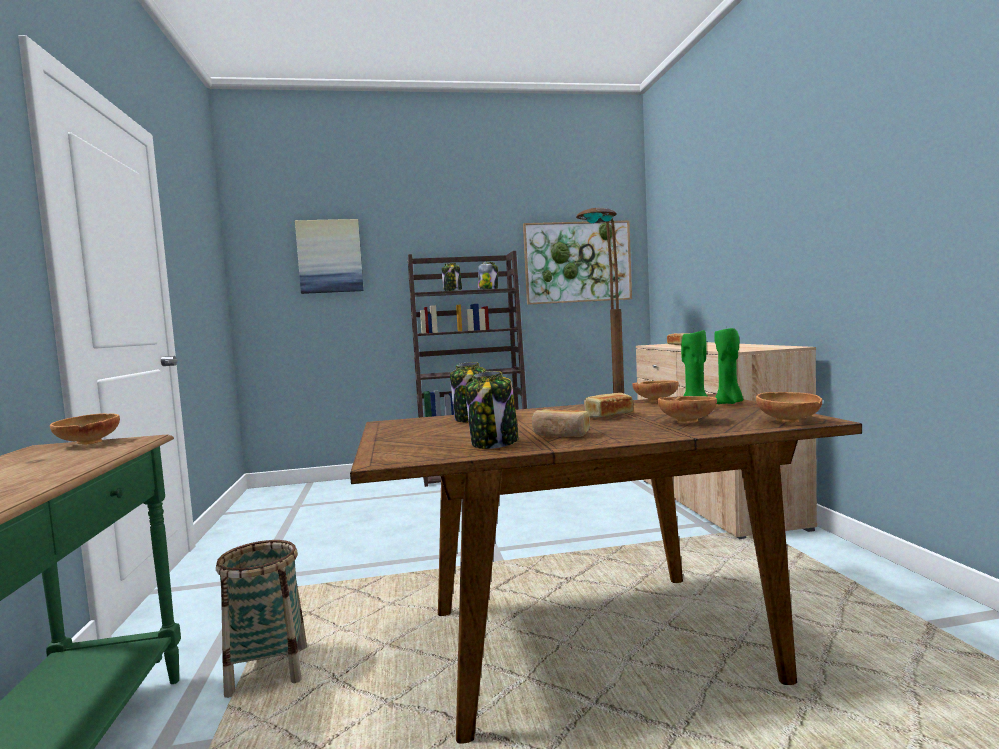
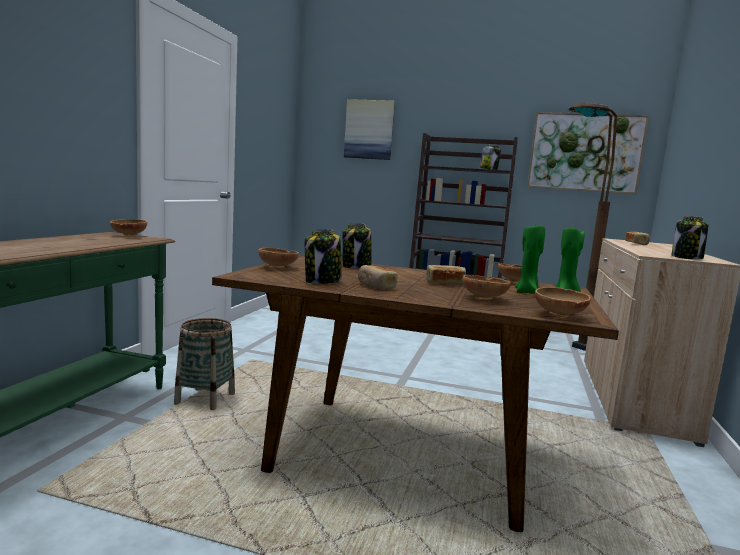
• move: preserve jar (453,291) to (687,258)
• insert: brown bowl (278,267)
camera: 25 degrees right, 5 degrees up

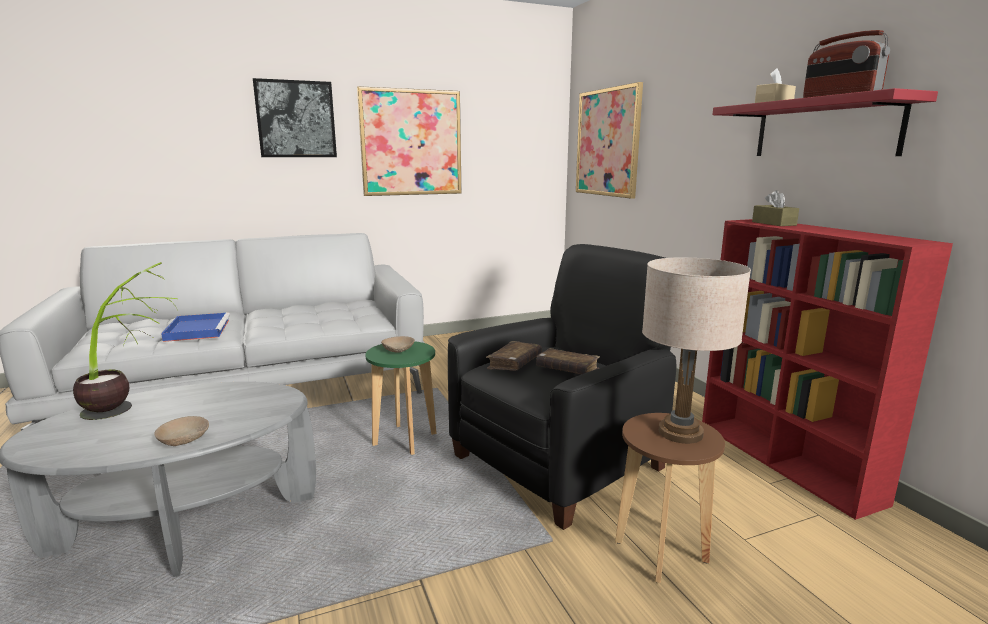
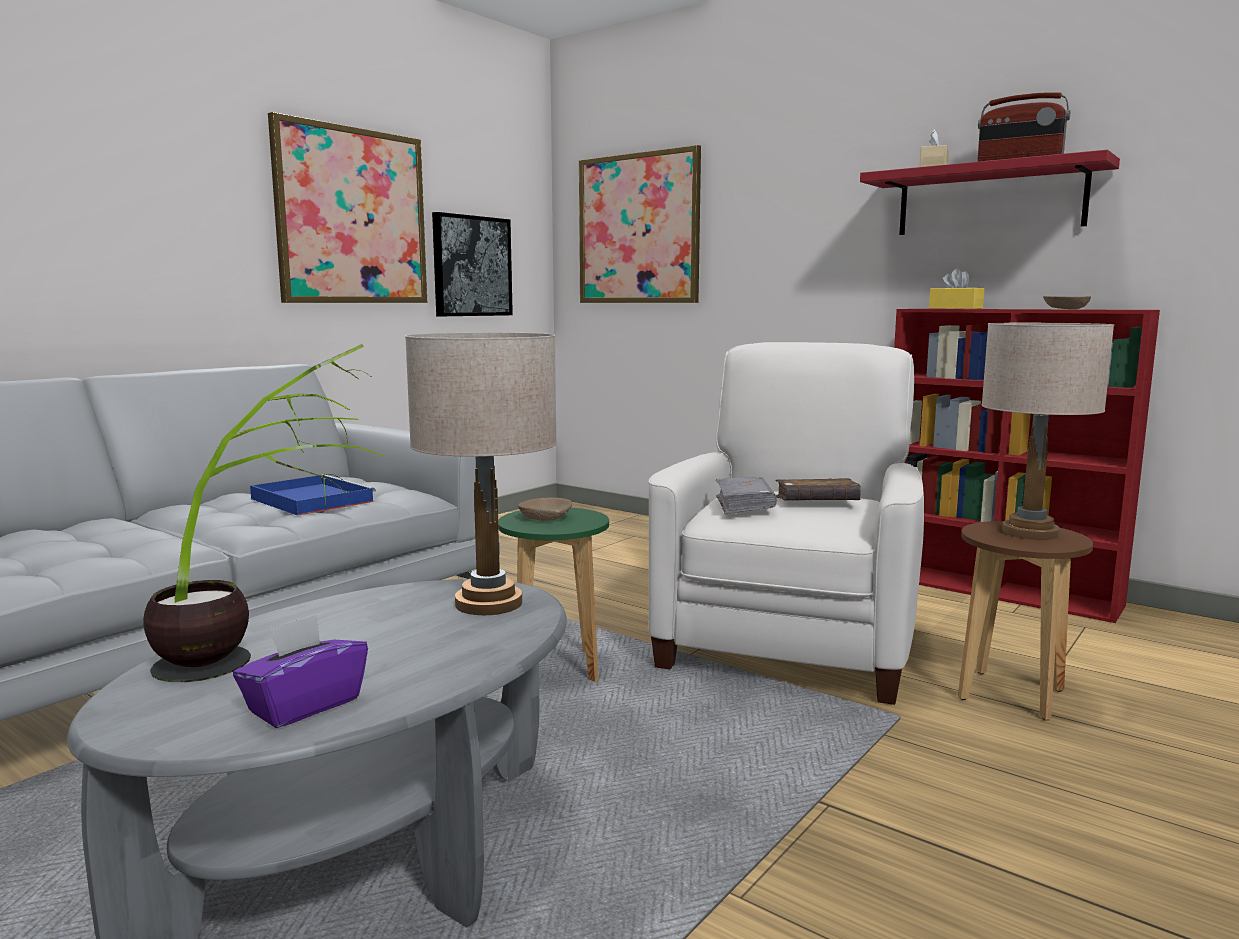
• move: beige-coloured bowl (184,439) to (1066,309)
• move: bluish tray (197,329) to (310,500)
• move: wall picture (296,119) to (471,266)
• recolor: black-coloured lounge chair (560,461) to white-coloured lounge chair (789,643)
• recolor: brown volume (514,363) to greyish volume (744,505)
• recolor: brown tissue holder (773,223) to yellow-coloured tissue holder (955,308)
• insert: purple tissue holder (304,706)
• insert: beige-coloured tabletop lamp (488,603)
camera: 30 degrees left, 5 degrees down

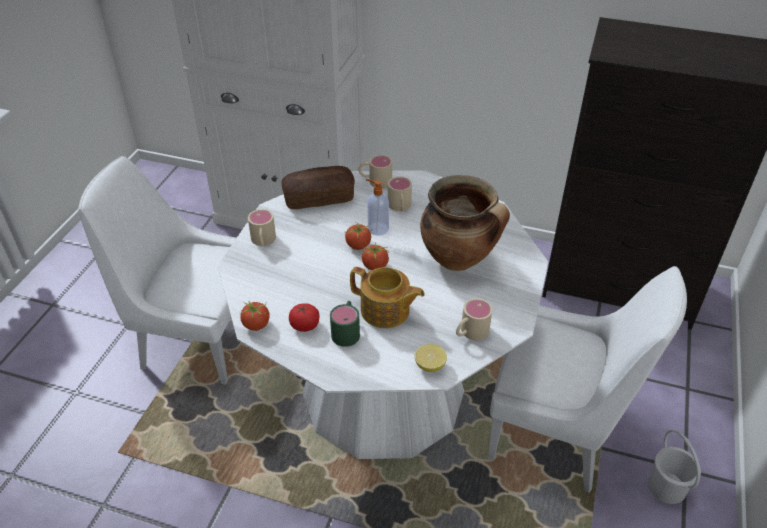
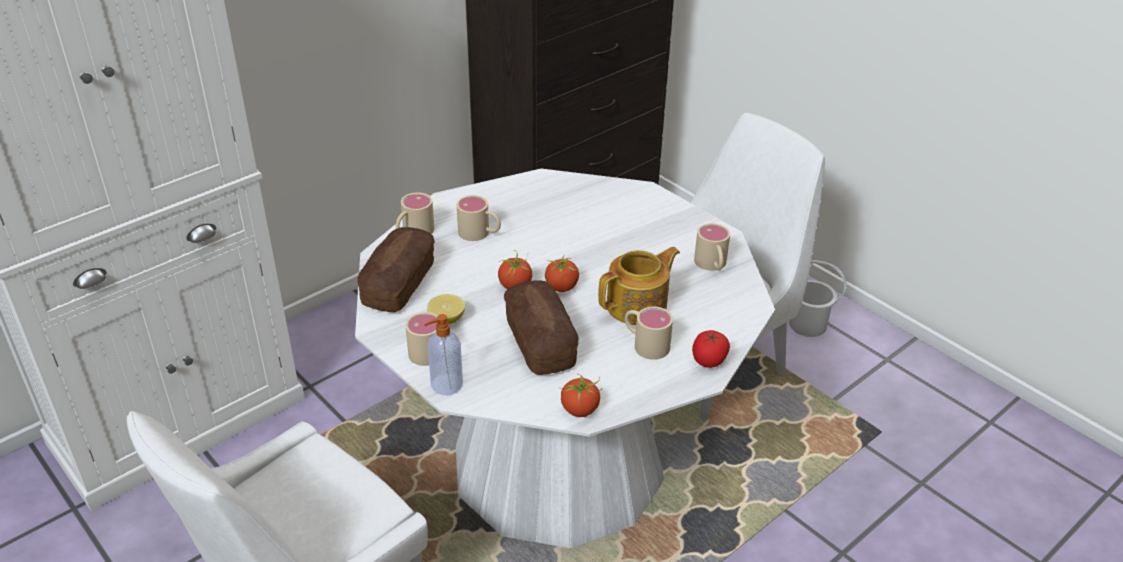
• move: tomato (305,326) to (709,360)
• recolor: green-coloured coffee mug (346,330) to beige-coloured coffee mug (645,343)
• move: liquid soap bottle (377,228) to (445,385)
• move: whole lemon (430,365) to (447,319)
• delete: cooking pot (459,259)
• insert: baked bread (540,342)
camera: 60 degrees left, 5 degrees down

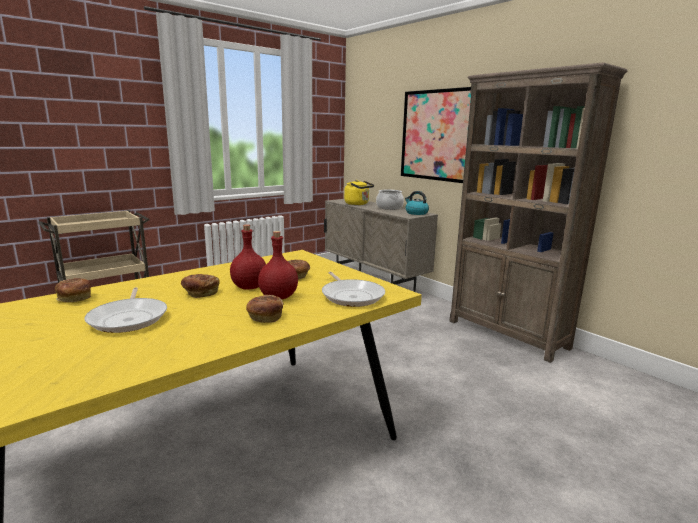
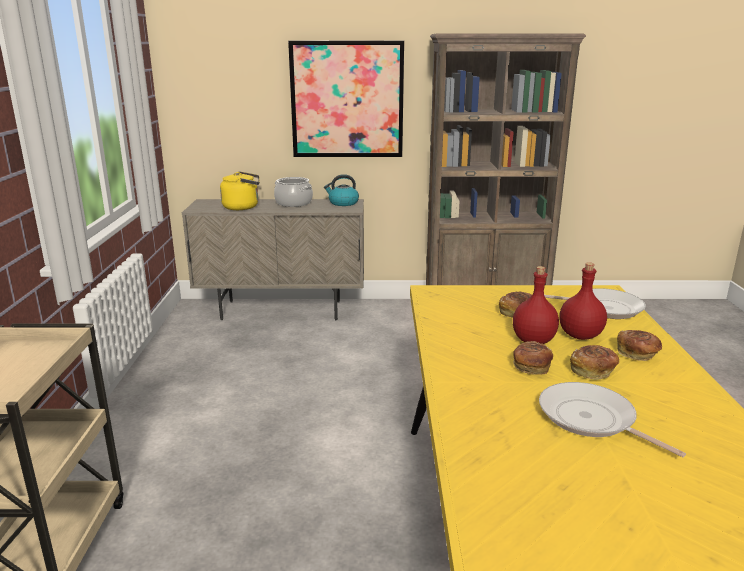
• move: baked bread (75,298) to (592,371)
• rotate: pan (129,318) = (591,419) 150 degrees counterclockwise
camera: 50 degrees left, 5 degrees up

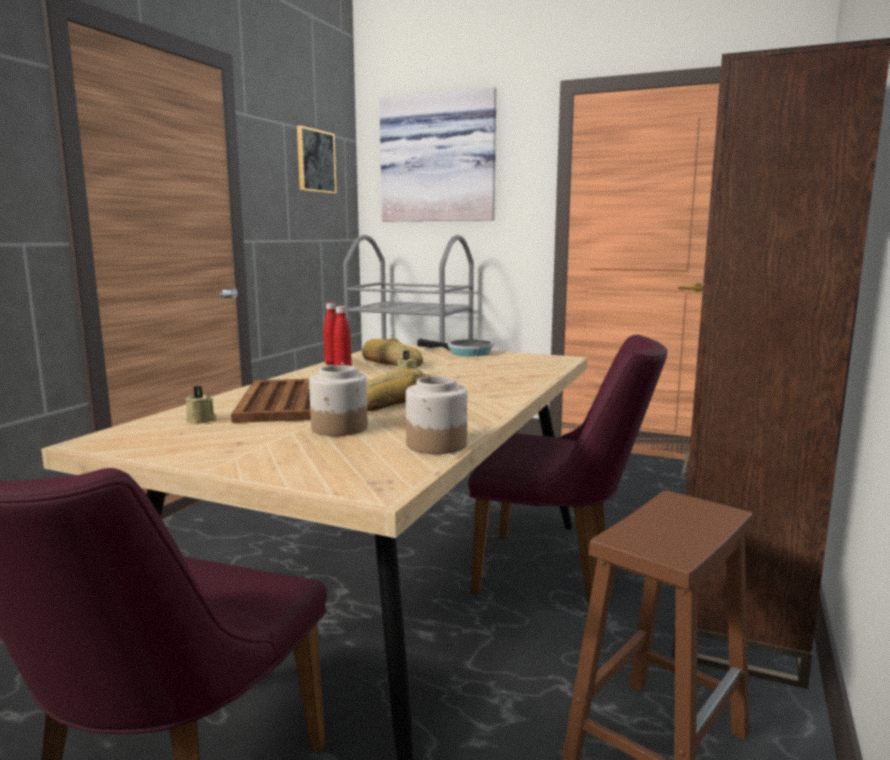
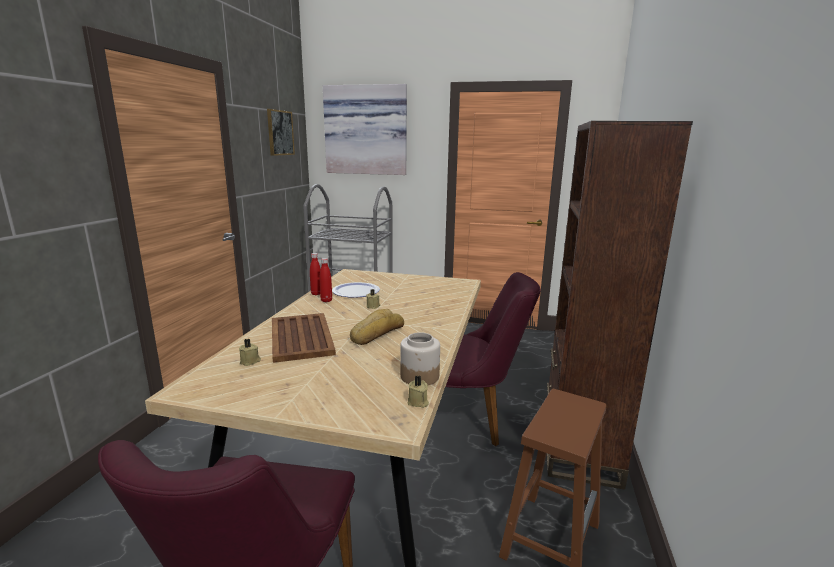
• delete: preserve jar (339,428)
• replace: baked bread (391,363) to flat dish (356,291)
• delete: pan (465,352)
• insert: beige-coloured wax light (418,402)
camera: 10 degrees left, 5 degrees up

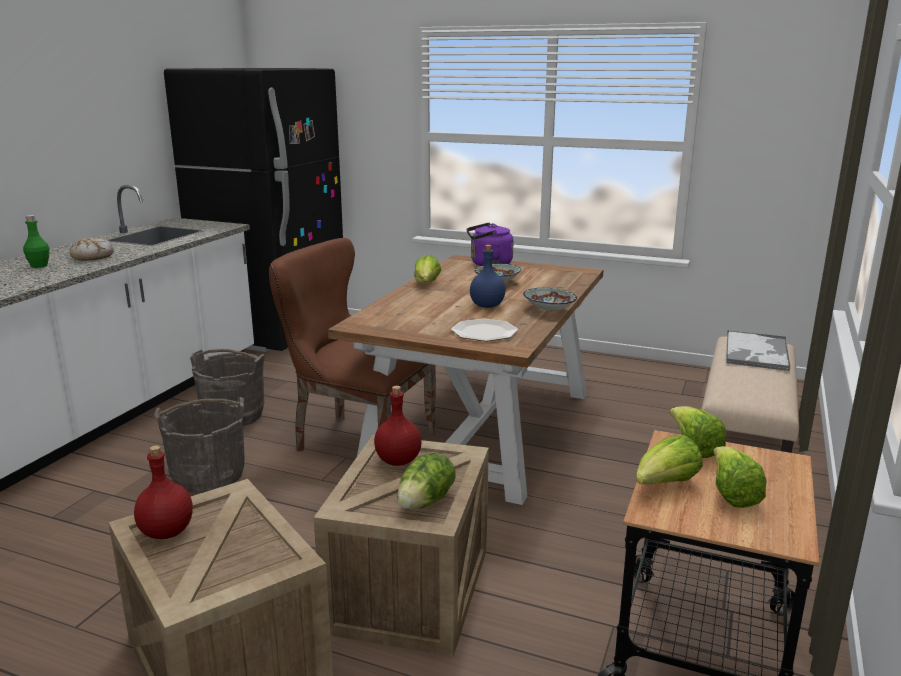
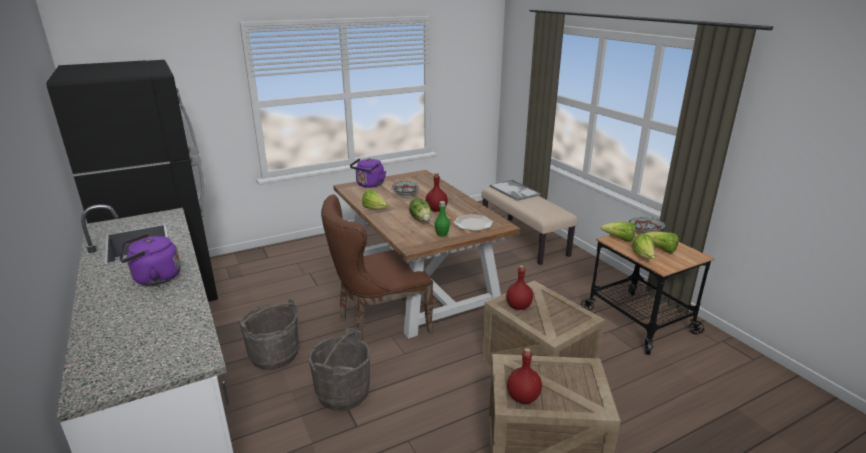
• move: green-coloured beverage bottle (39,266) to (442,234)
• replace: baked bread (93,256) to purple tea kettle (154,278)
• move: head of lettuce (426,501) to (421,219)
• recolor: bluish beverage bottle (486,306) to red beverage bottle (436,209)
• move: bowl (549,310) to (645,232)
camera: 50 degrees left, 5 degrees up

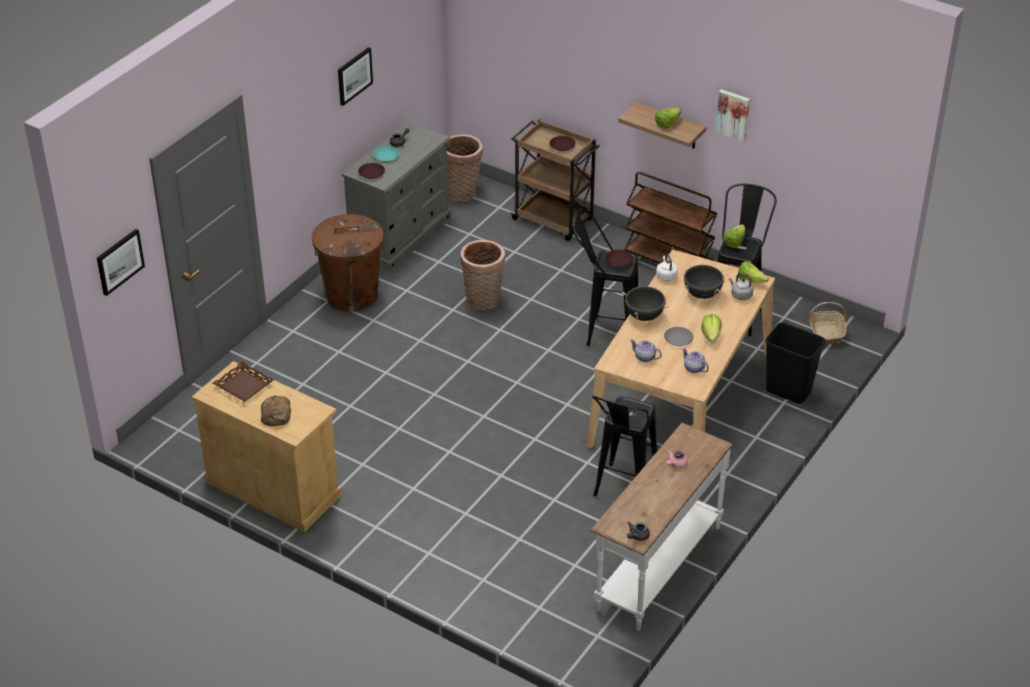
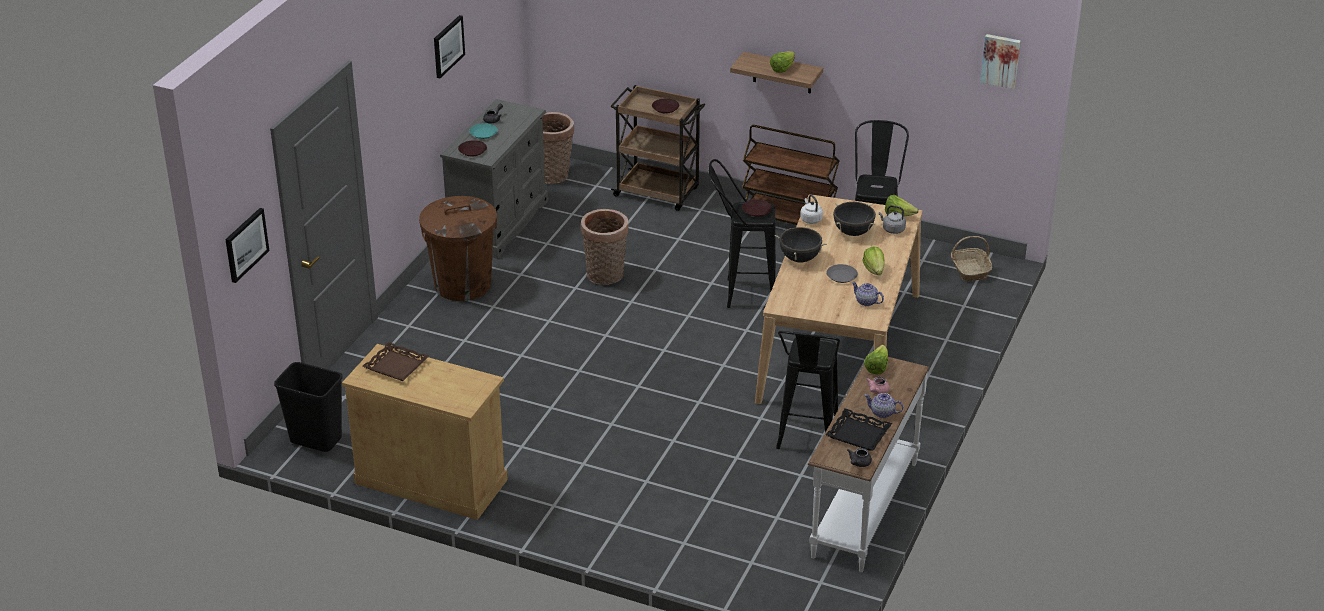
• delete: baked bread (276,414)
• move: teapot (645,357) to (882,413)
• move: wall picture (733,114) to (1000,60)
• move: head of lettuce (734,242) to (877,367)
• move: black-coloured waste bin (787,391) to (315,440)
• insert: black-coloured tray (859,434)
camera: 10 degrees left, 5 degrees down

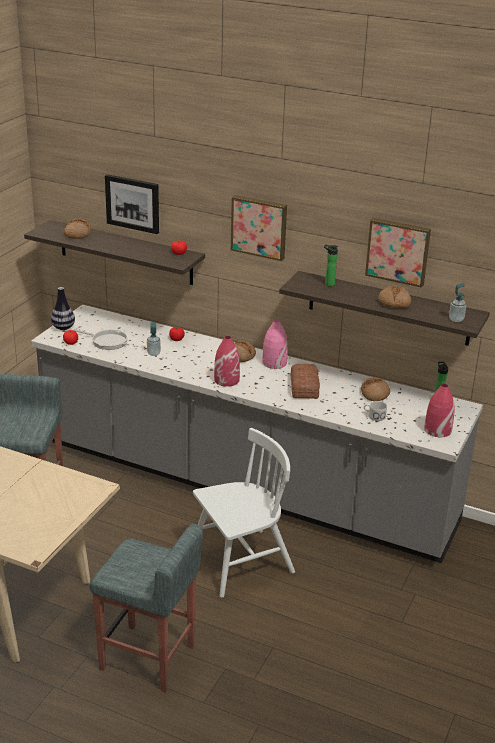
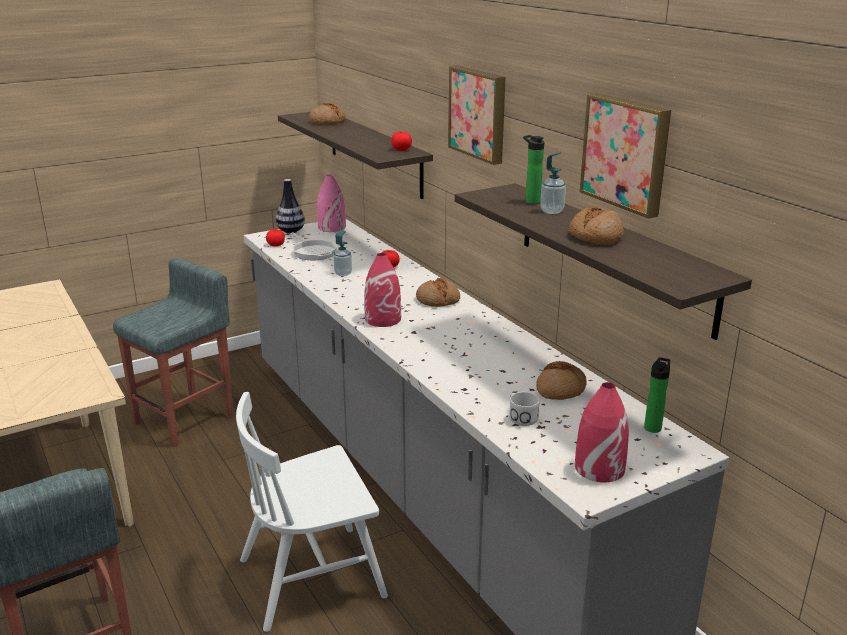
• delete: wall picture (133,203)
• rotate: white-coloured upright chair (240,562) = (312,577) 150 degrees clockwise
• move: pinkish vase (274,363) to (331,227)
• delete: baked bread (305,386)
• move: liquid soap bottle (456,319) to (552,211)
camera: 35 degrees right, 5 degrees down

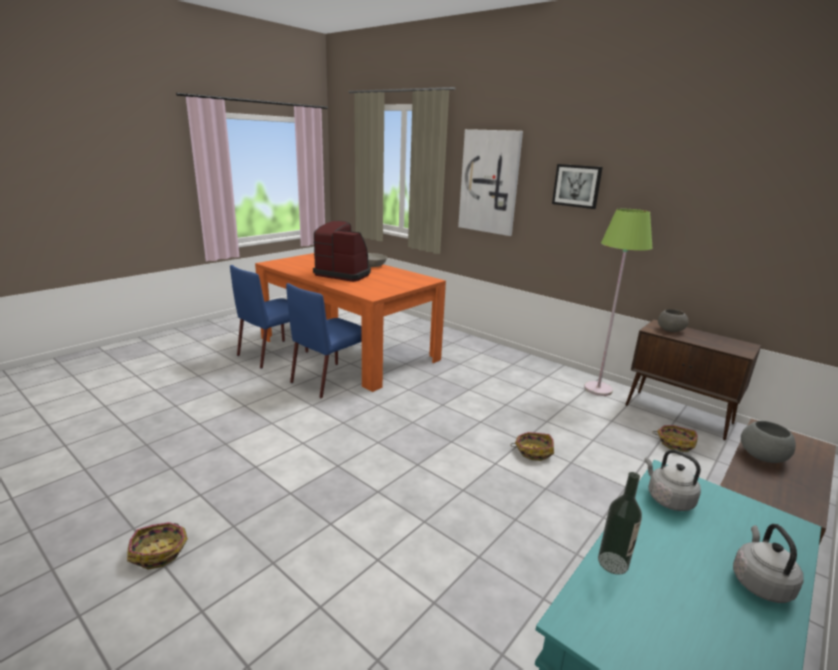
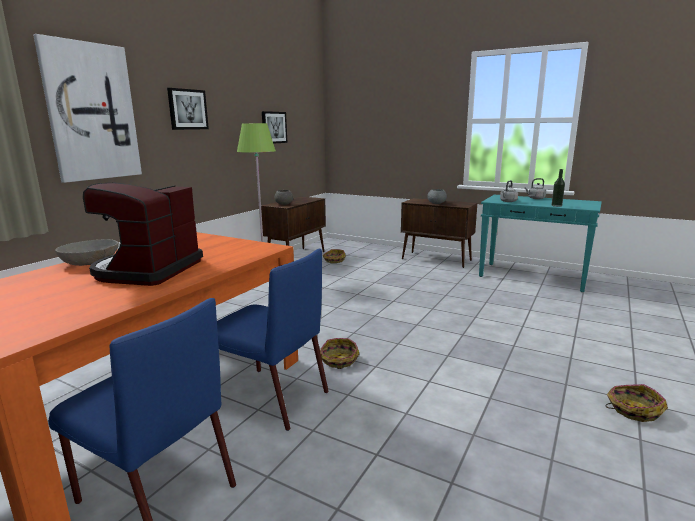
• move: storage basket (533,451) to (339,360)
• insert: wall picture (273,127)
camera: 100 degrees left, 5 degrees down

